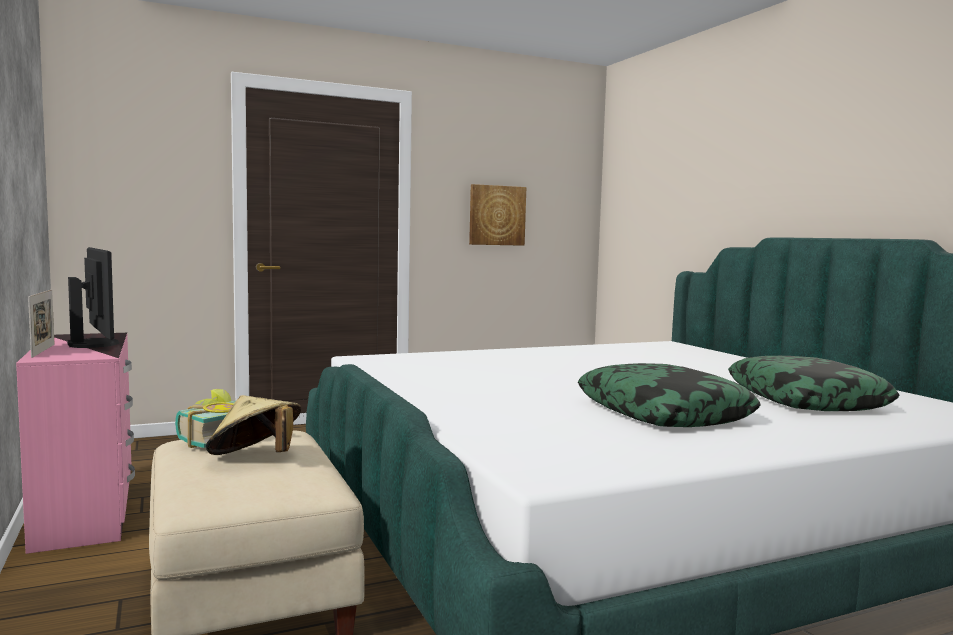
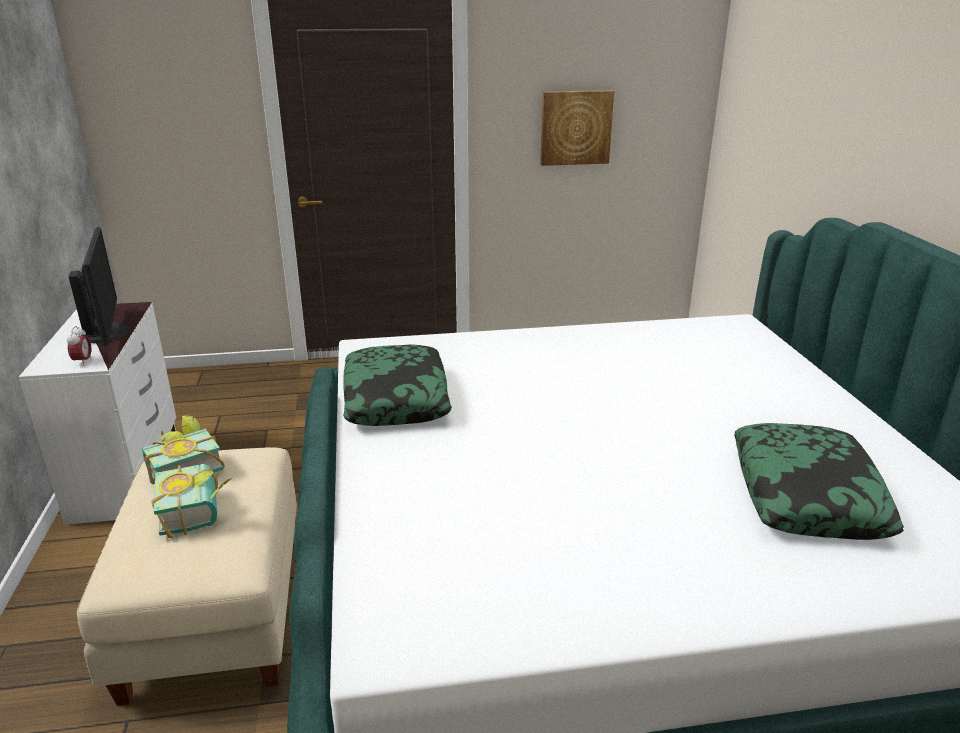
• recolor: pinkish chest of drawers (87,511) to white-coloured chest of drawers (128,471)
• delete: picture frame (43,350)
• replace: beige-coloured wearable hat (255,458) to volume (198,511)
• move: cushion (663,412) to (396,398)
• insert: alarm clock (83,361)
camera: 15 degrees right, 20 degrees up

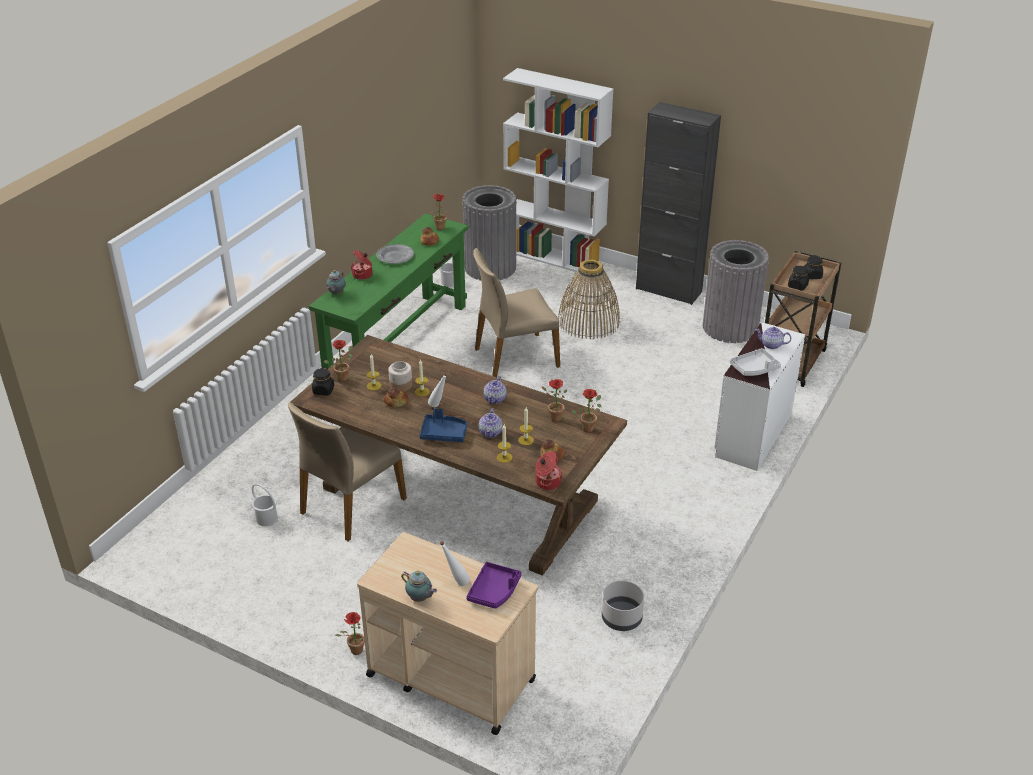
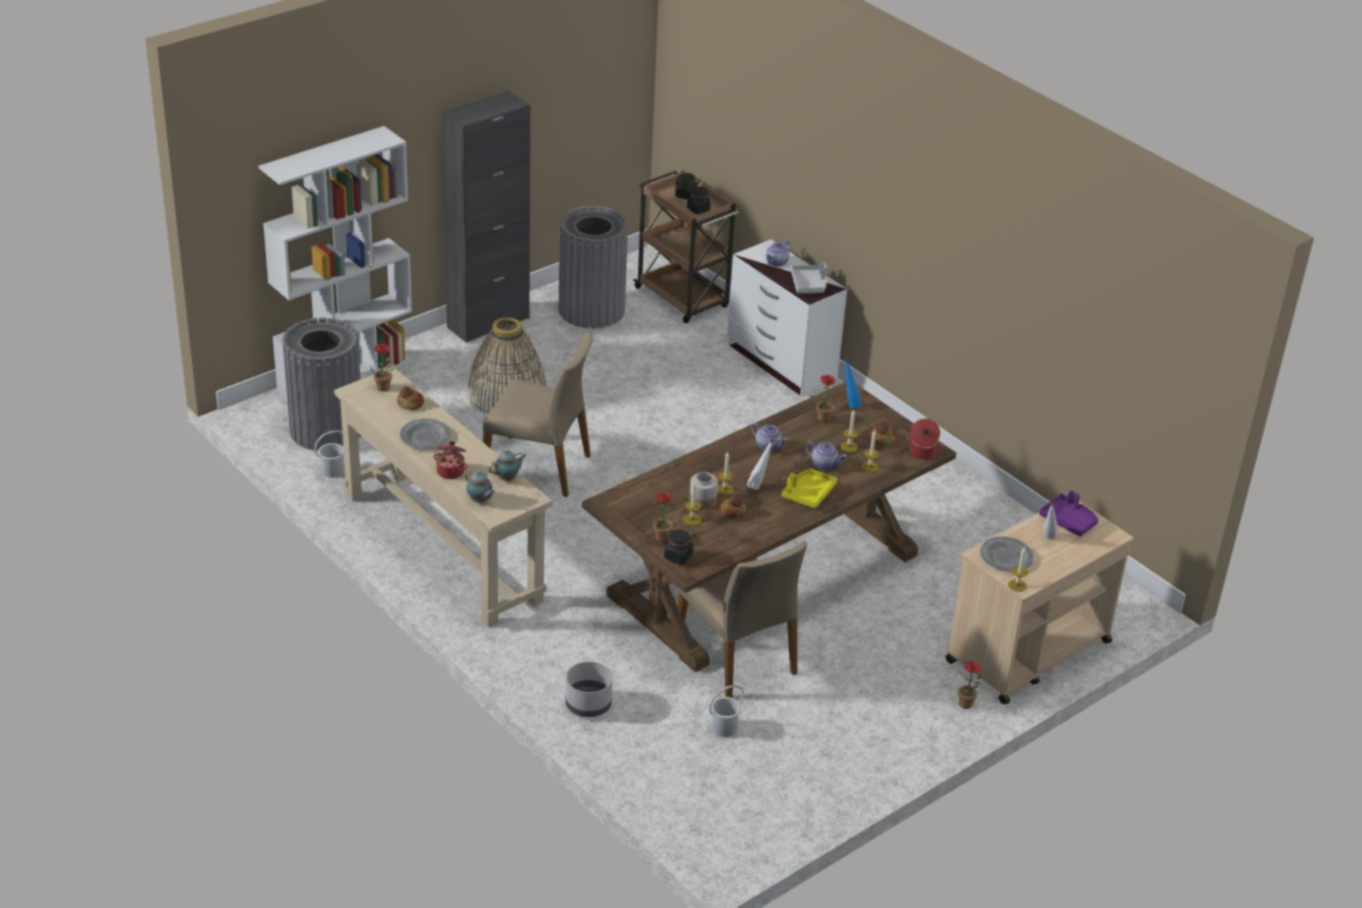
• recolor: green-coloured narrow table (398,344) to beige-coloured narrow table (442,547)
• move: teapot (420,598) to (508,478)
• recolor: bluish tray (443,433) to yellow-coloured tray (808,494)
• rotate: beige-coloured upright chair (515,357) = (538,467) 75 degrees counterclockwise
• replace: plant in a pot (588,427) to bluish beverage bottle (849,404)
• move: greyish plant pot (621,619) to (588,705)
• insert: greyish flat dish (1006,557)
• insert: wax light (1017,585)
camera: 70 degrees left, 0 degrees up

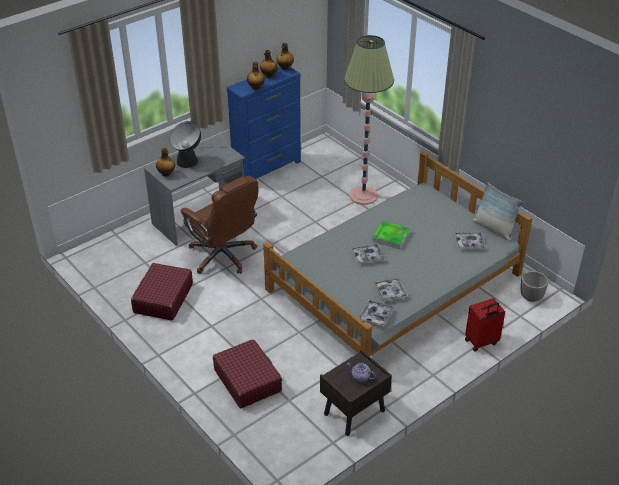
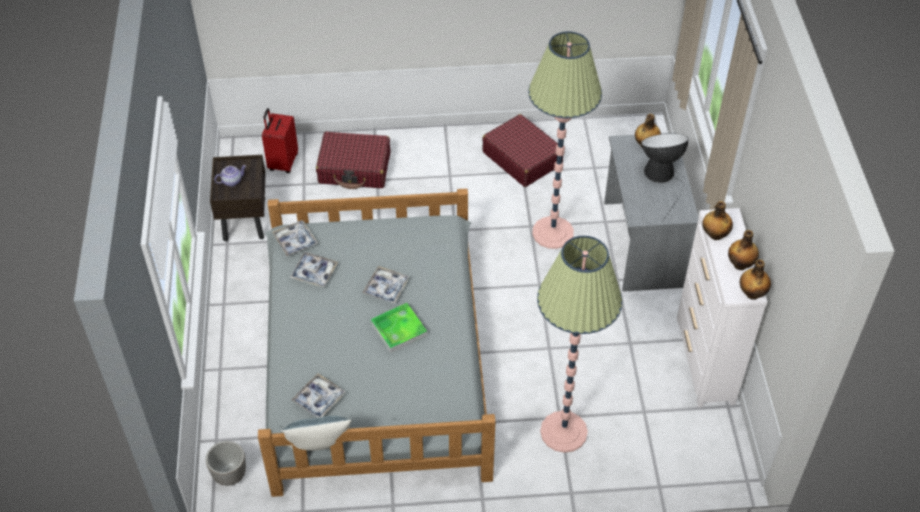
• replace: brown desk chair (223,256) to standard lamp (552,233)
• recolor: bluish chest of drawers (267,169) to white-coloured chest of drawers (705,360)
• move: red piece of luggage (481,342) to (282,162)
camera: 125 degrees right, 10 degrees up

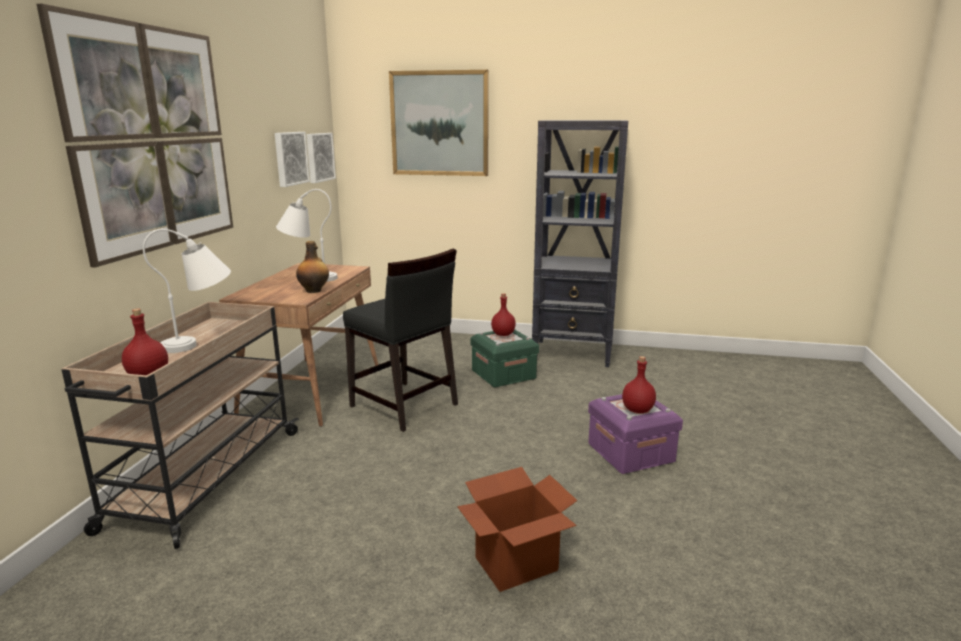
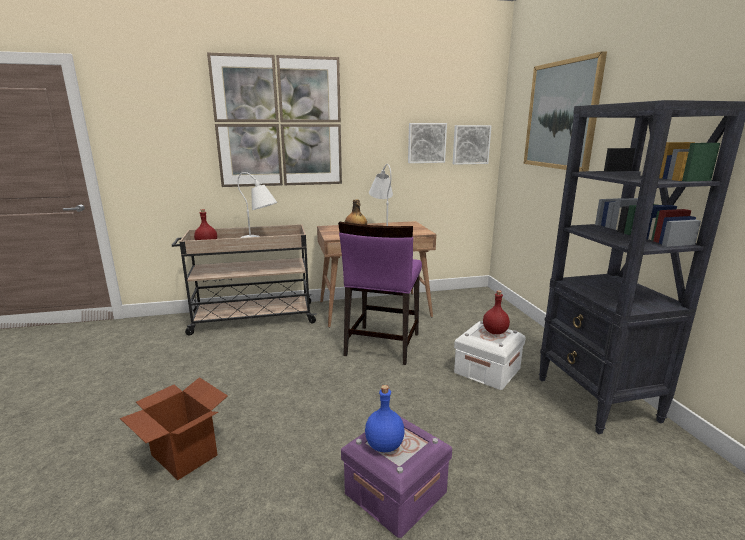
• recolor: black-coloured upright chair (404,406) to purple upright chair (381,344)
• recolor: green-coloured storage container (503,374) to white-coloured storage container (487,371)
• recolor: red beverage bottle (637,410) to bluish beverage bottle (383,445)
camera: 65 degrees right, 0 degrees up

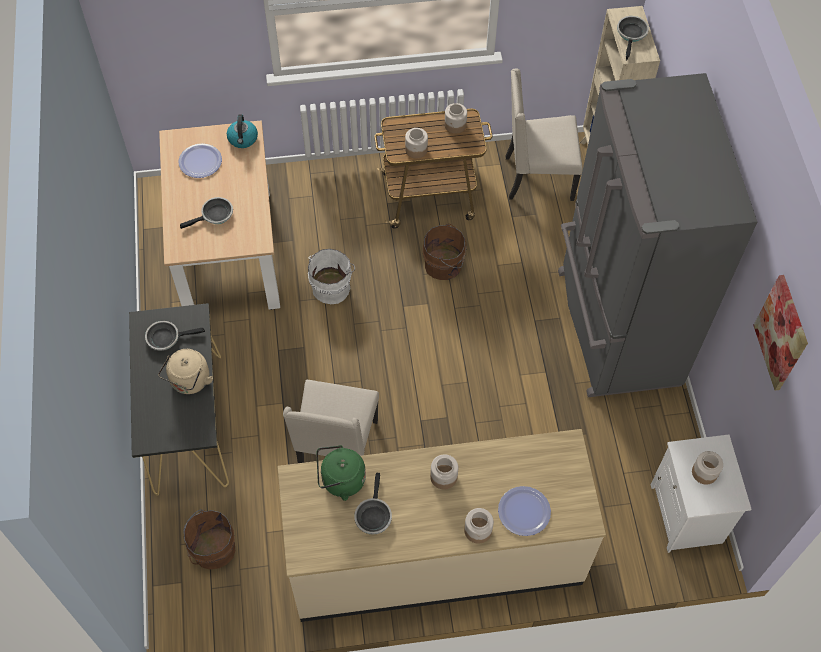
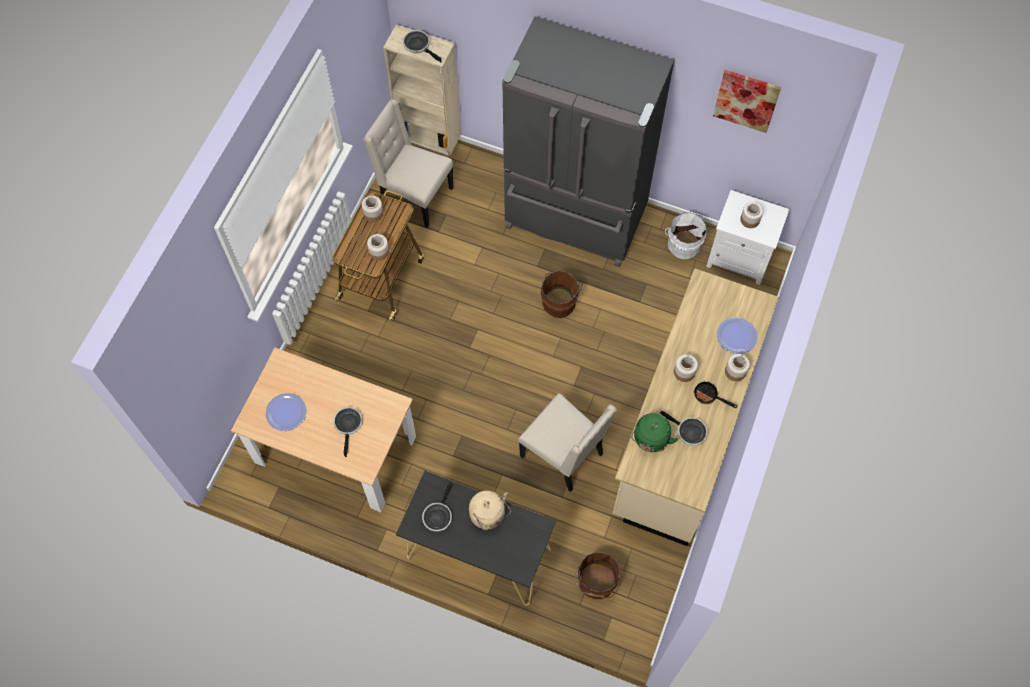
• delete: tea kettle (243,139)
• move: white-coloured pail (332,286) to (683,243)
• move: brown pail (445,265) to (560,302)
• rotate: beige-coloured upright chair (537,177) = (414,196) 90 degrees clockwise
• insert: pan (709,396)
camera: 60 degrees left, 5 degrees up

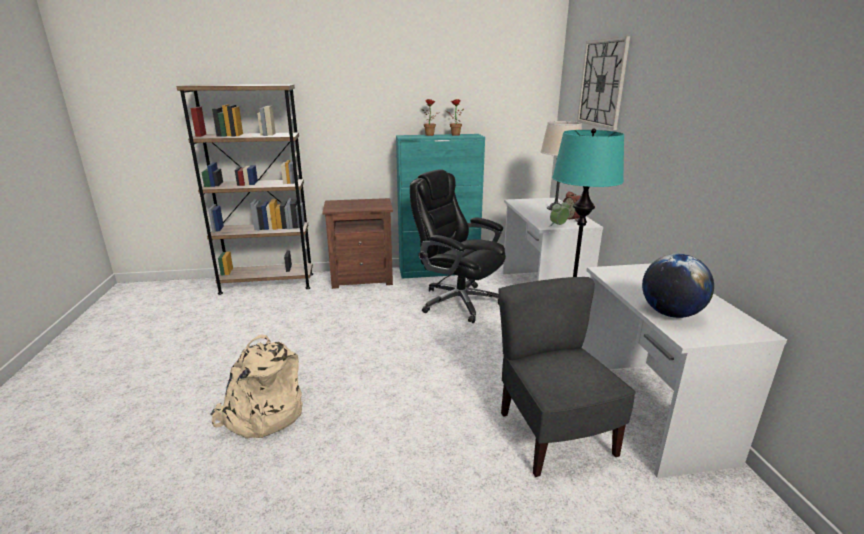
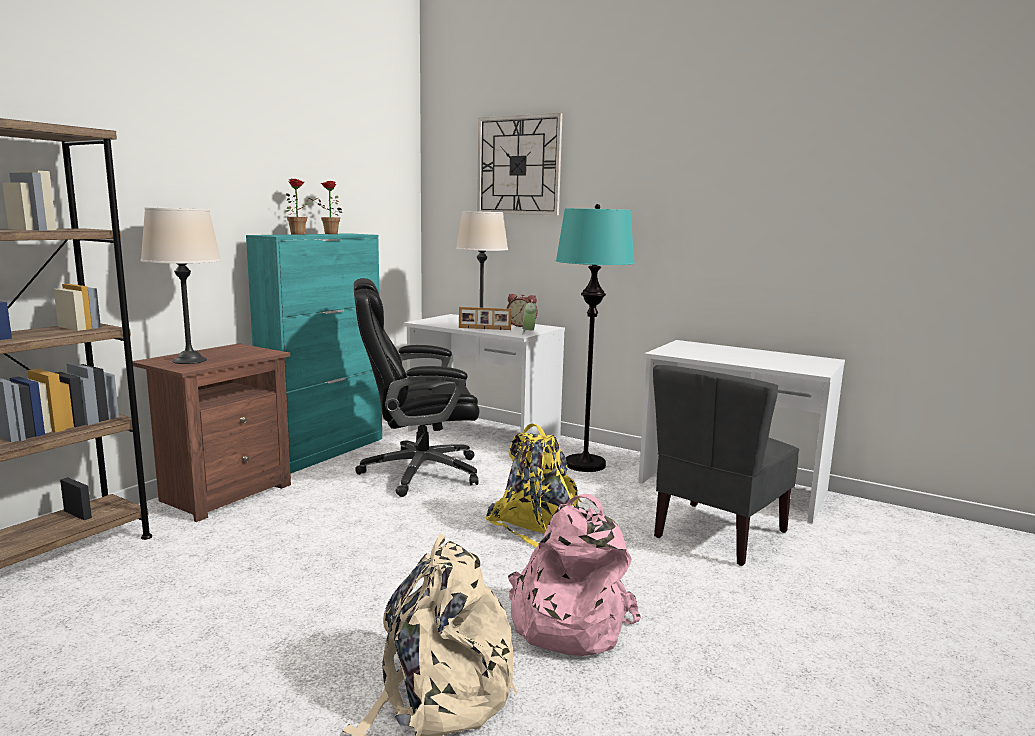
• rotate: greyish upright chair (554,434) = (718,534) 75 degrees counterclockwise
• delete: globe (670,314)
• insert: beige-coloured tabletop lamp (189,360)
• insert: picture frame (484,329)
• insert: yellow-coloured rucksack (541,529)
• insert: pinkish rucksack (566,622)
camera: 50 degrees left, 10 degrees down

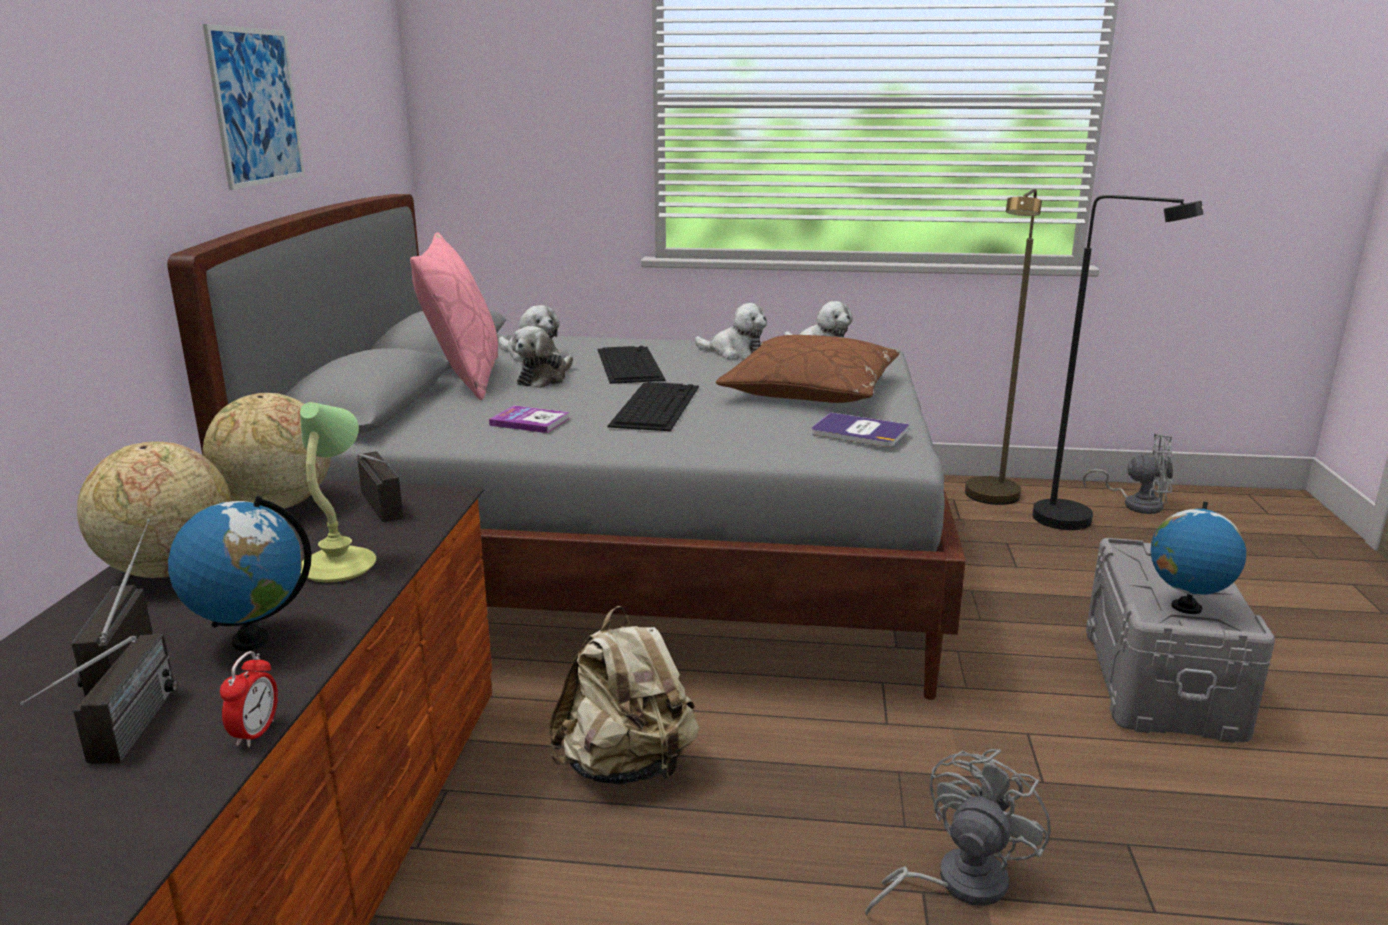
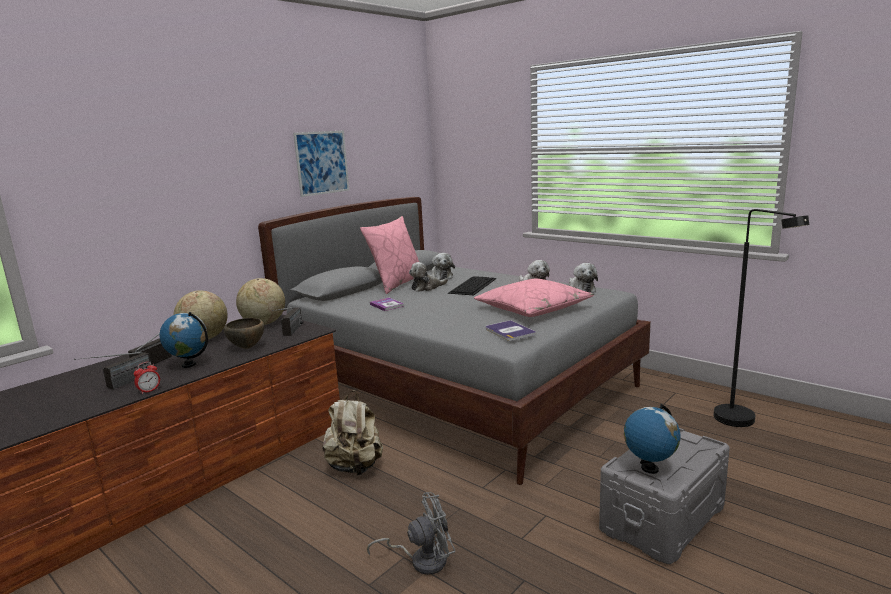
• replace: tabletop lamp (340,565) to brown bowl (247,347)
• delete: keyboard (655,405)
• recolor: brown cushion (810,390) to pinkish cushion (533,309)
• delete: brown standard lamp (991,500)
• delete: greyish electric fan (1136,504)
camera: 35 degrees right, 5 degrees down

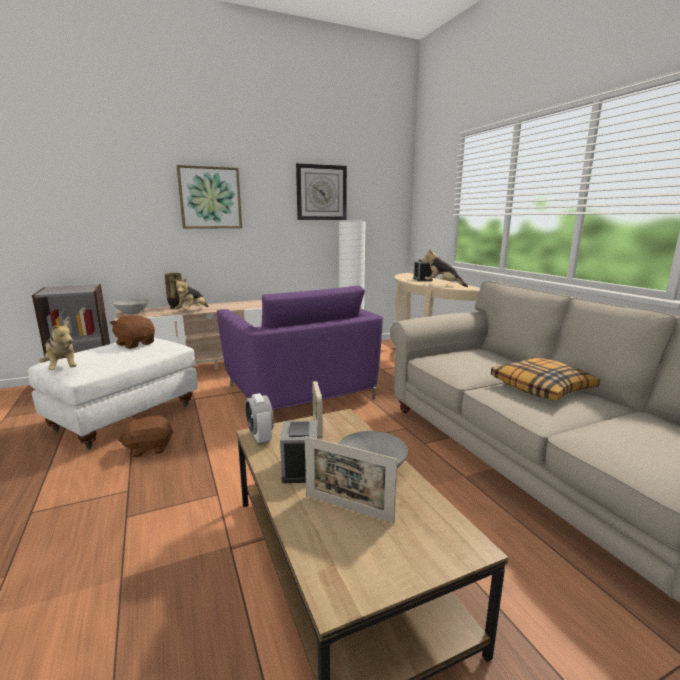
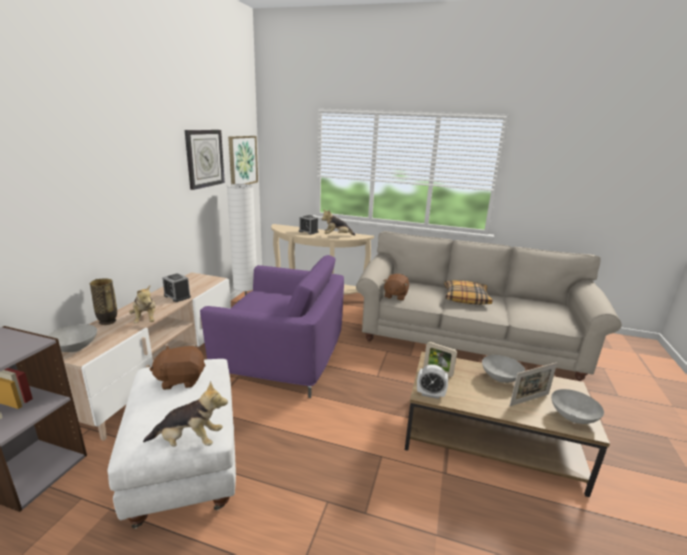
• move: brown cuddly toy (149,448) to (395,296)
• move: wall picture (210,198) to (242,160)
• move: alarm clock (300,468) to (177,296)
• insert: greyish bowl (573,418)
camera: 50 degrees left, 5 degrees up

